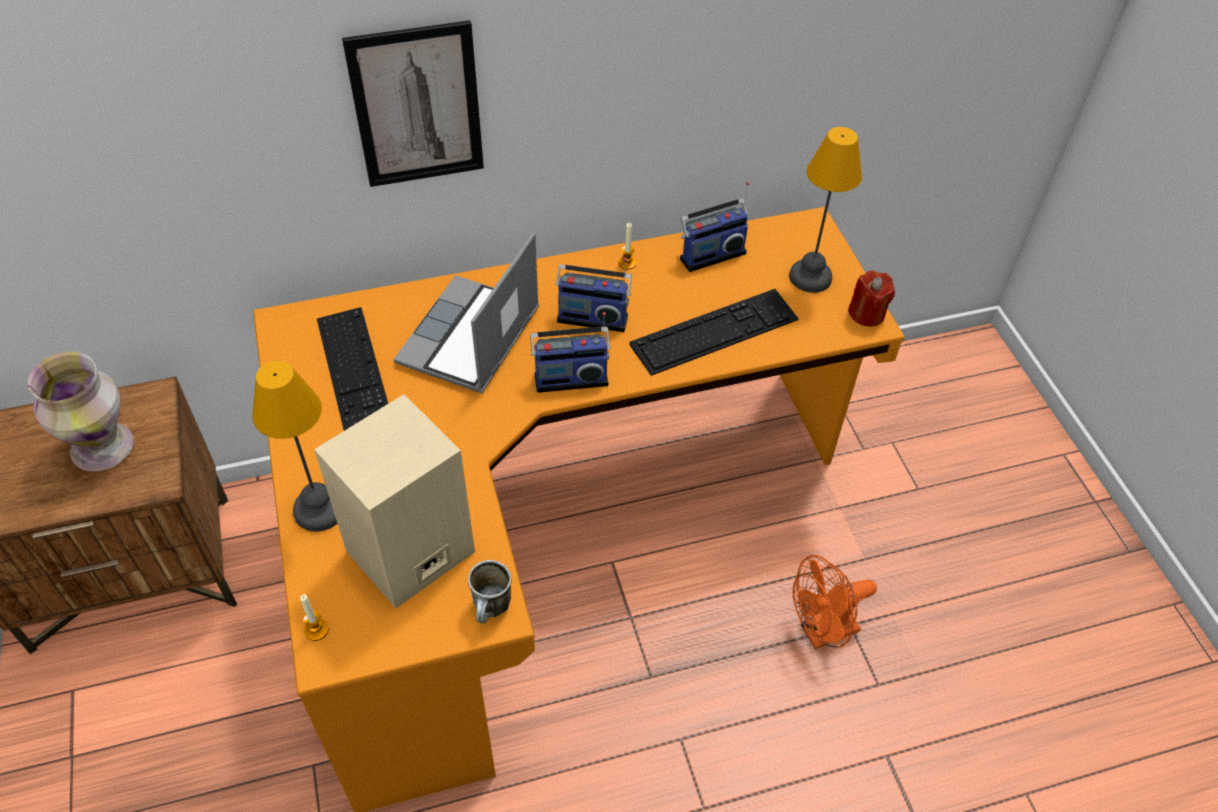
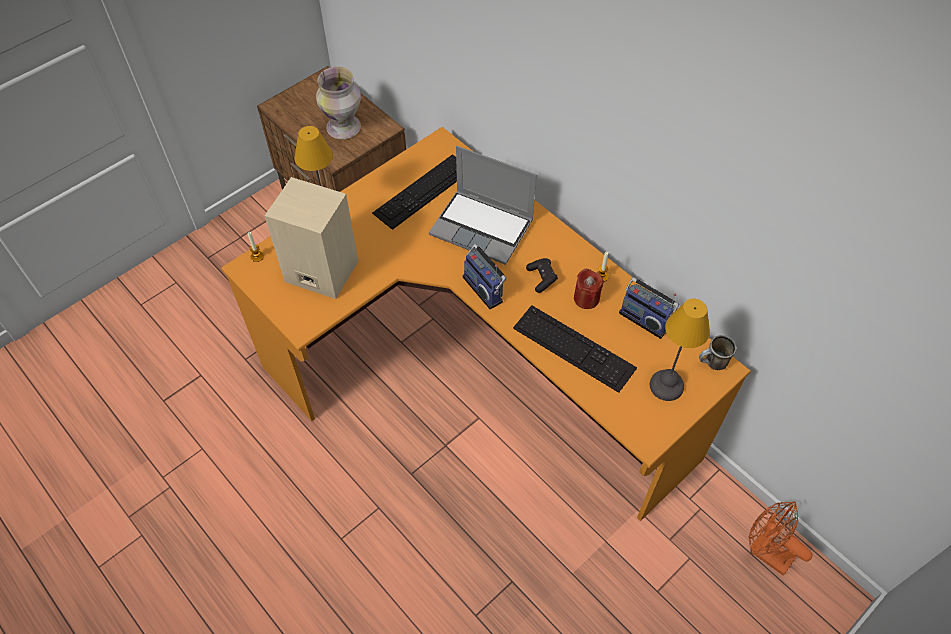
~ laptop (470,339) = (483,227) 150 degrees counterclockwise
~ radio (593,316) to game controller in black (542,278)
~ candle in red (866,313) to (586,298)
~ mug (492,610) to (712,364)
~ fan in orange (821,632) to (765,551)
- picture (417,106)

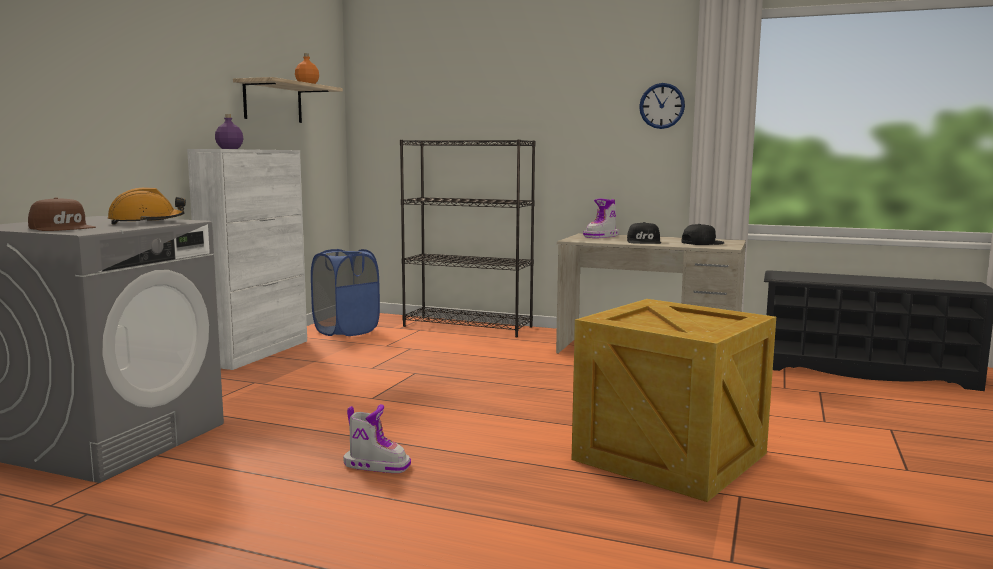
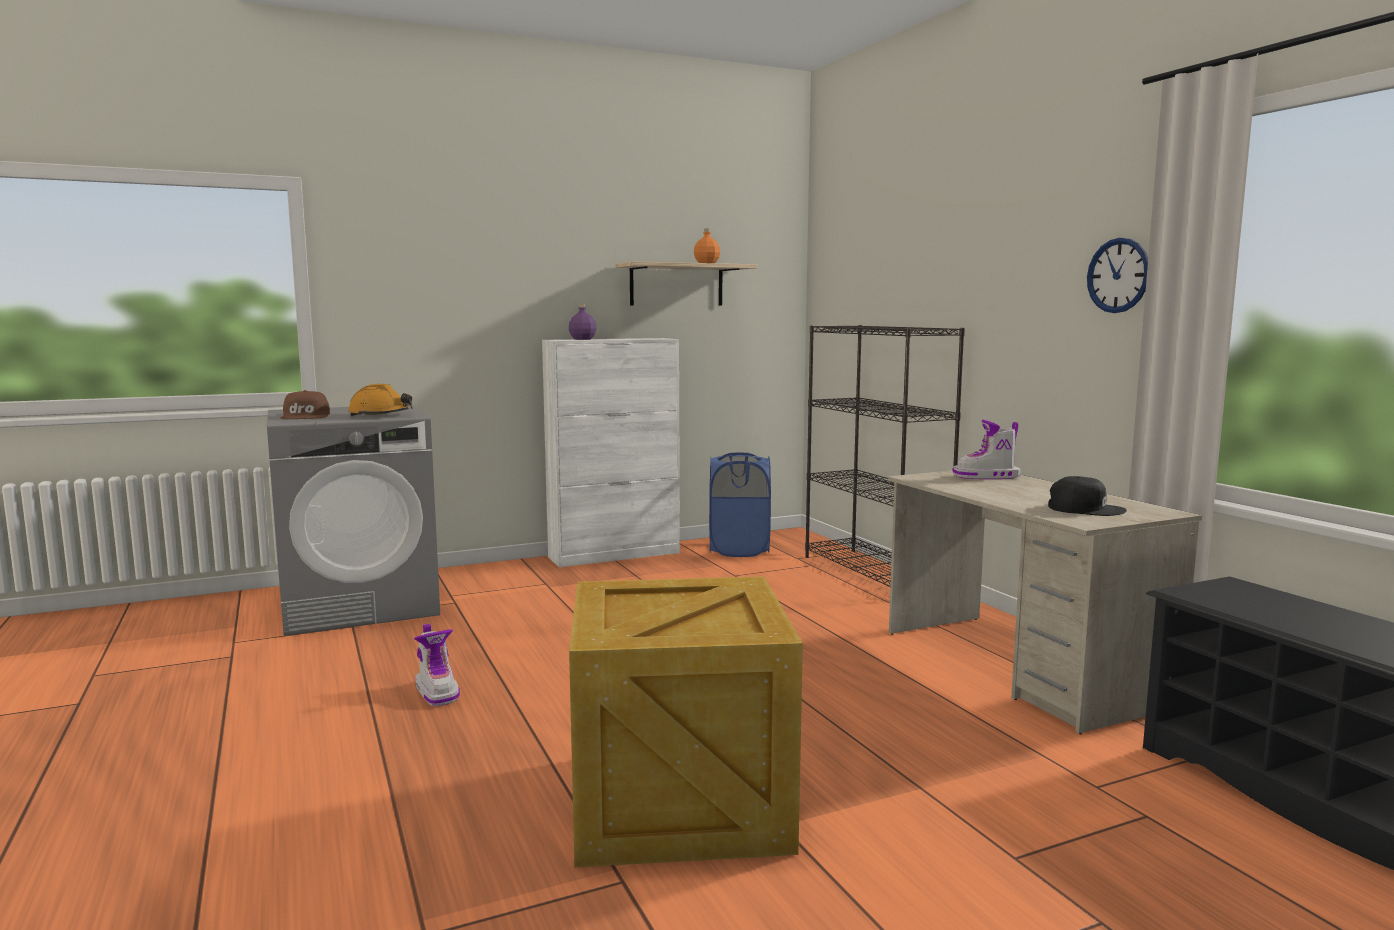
- cap in black (644,242)

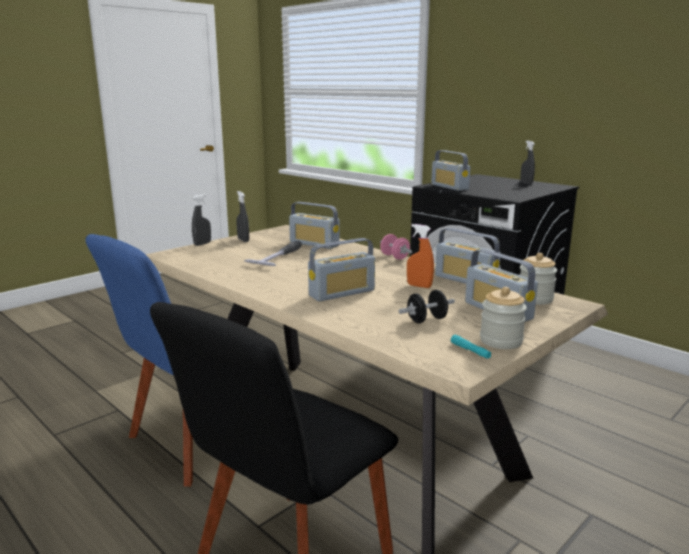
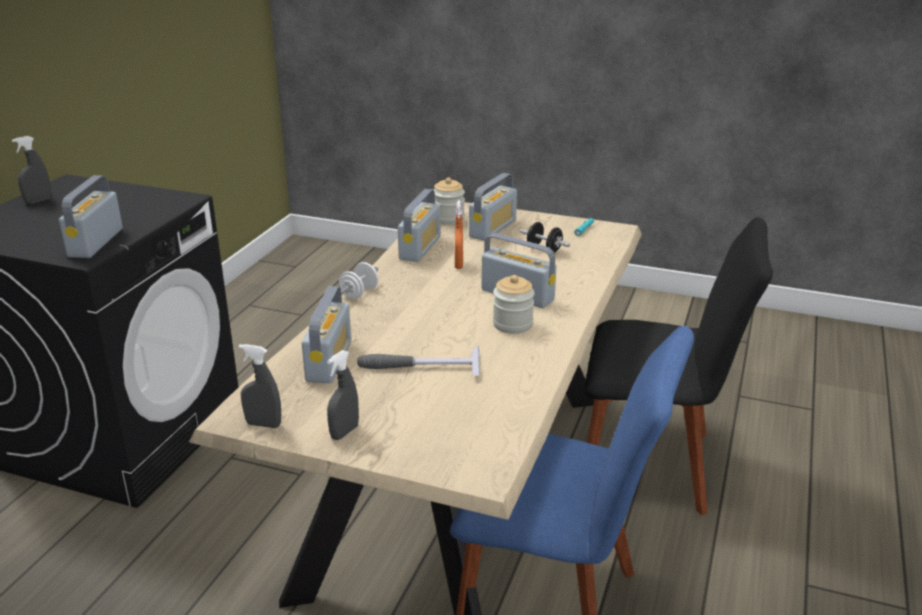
~ radio (449,187) = (96,242) 150 degrees clockwise
~ spray bottle in grey (202,244) to (263,424)
~ dumbbell in pink (394,257) to dumbbell in white (359,293)
~ jar (501,341) to (512,324)

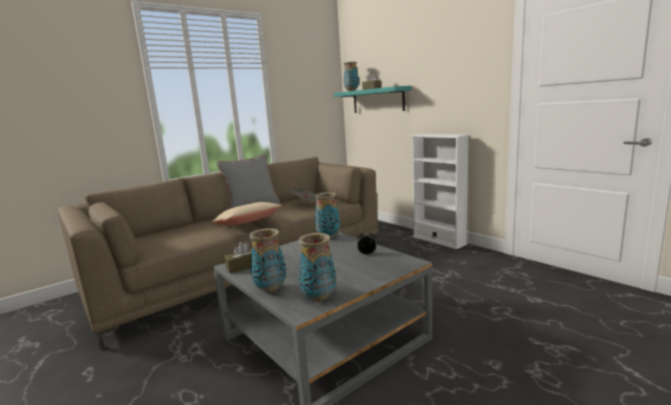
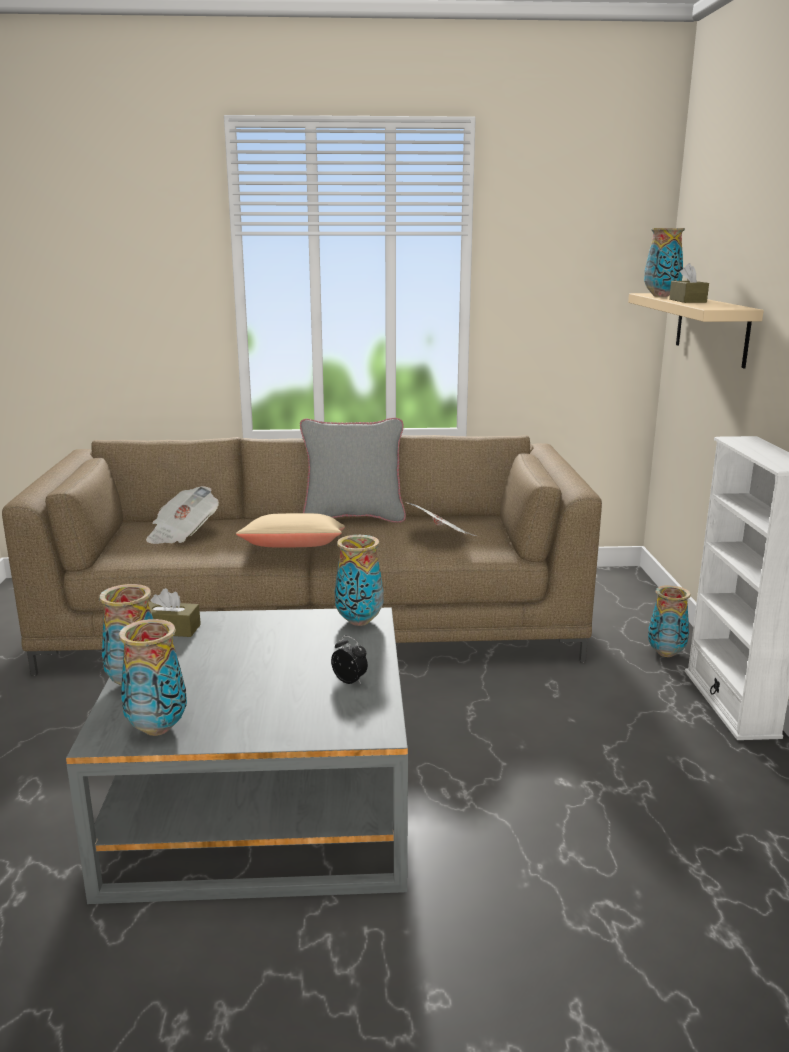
+ newspaper (182,534)
~ shelf in turquoise (378,100) to shelf in beige (711,328)
+ vase (666,653)

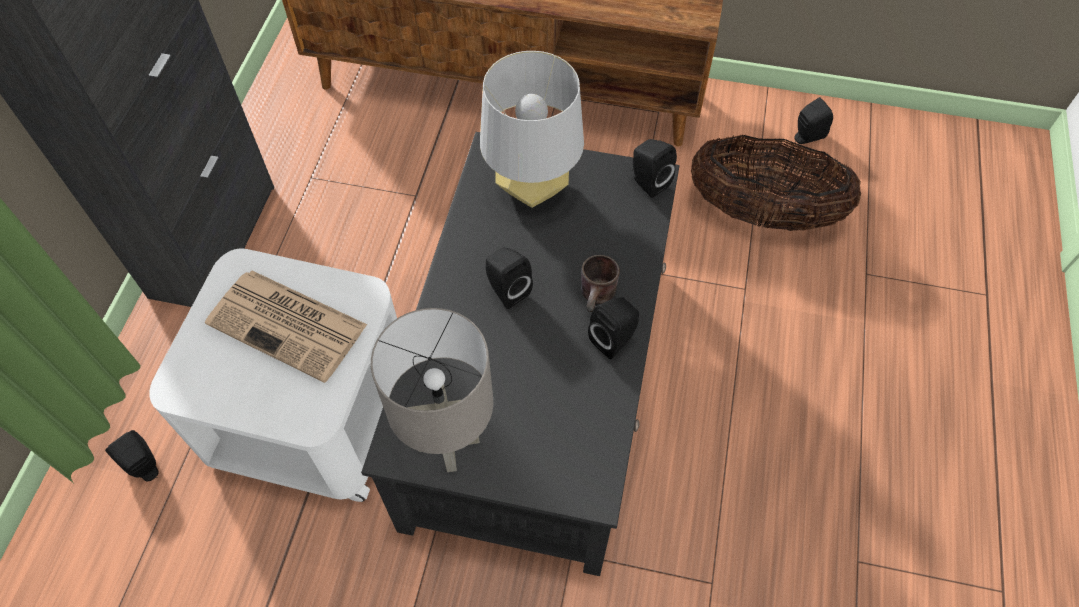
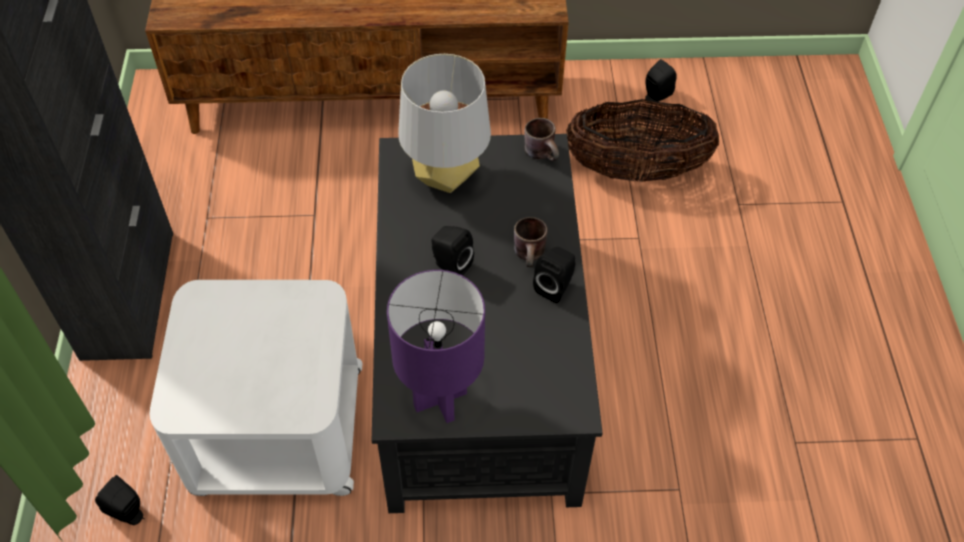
~ table lamp in grey (449,442) to table lamp in purple (440,398)
~ speaker in black (647,182) to mug in brown (544,153)
- newspaper (289,325)

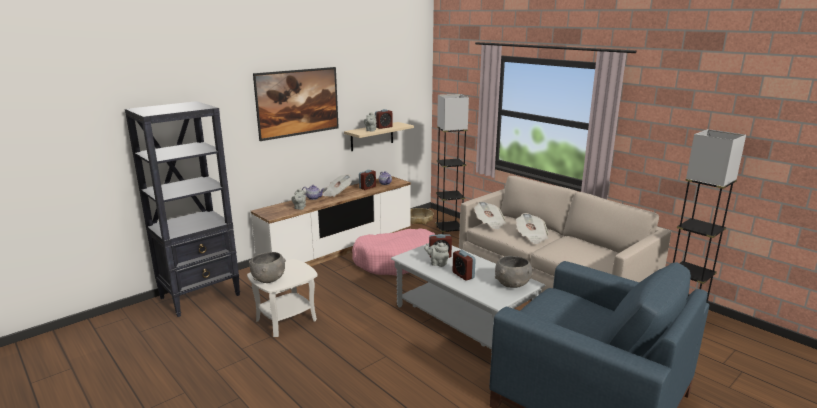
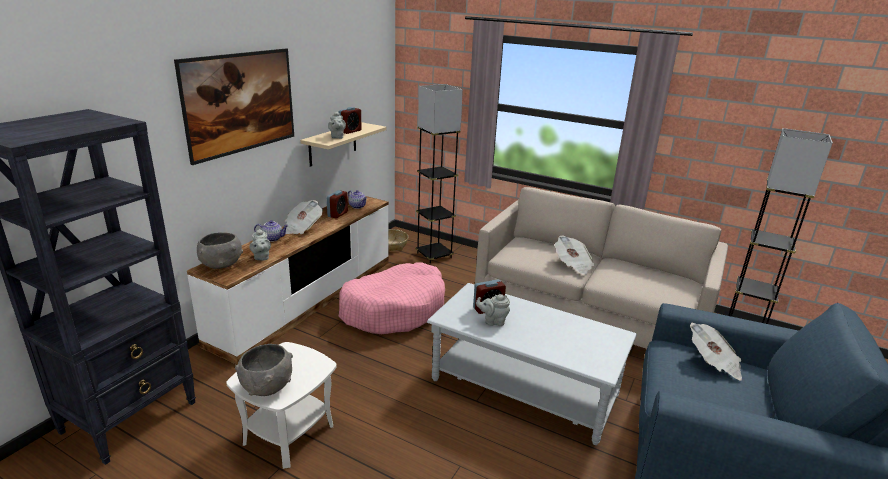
~ bowl in grey (512,284) to (221,264)
~ newspaper (489,223) to (713,363)
- alarm clock (463,275)

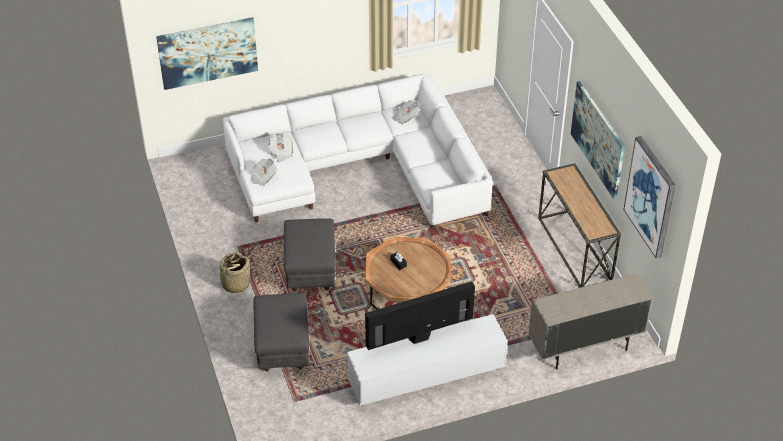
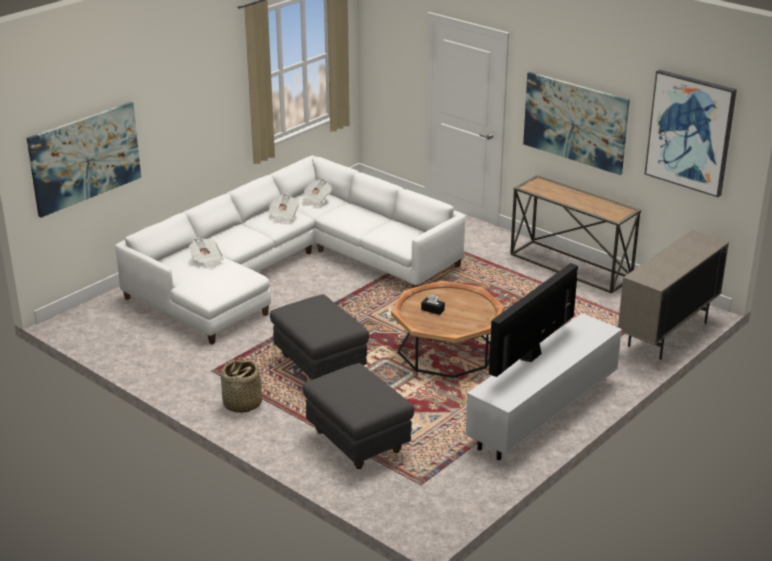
~ newspaper (263,177) to (283,217)

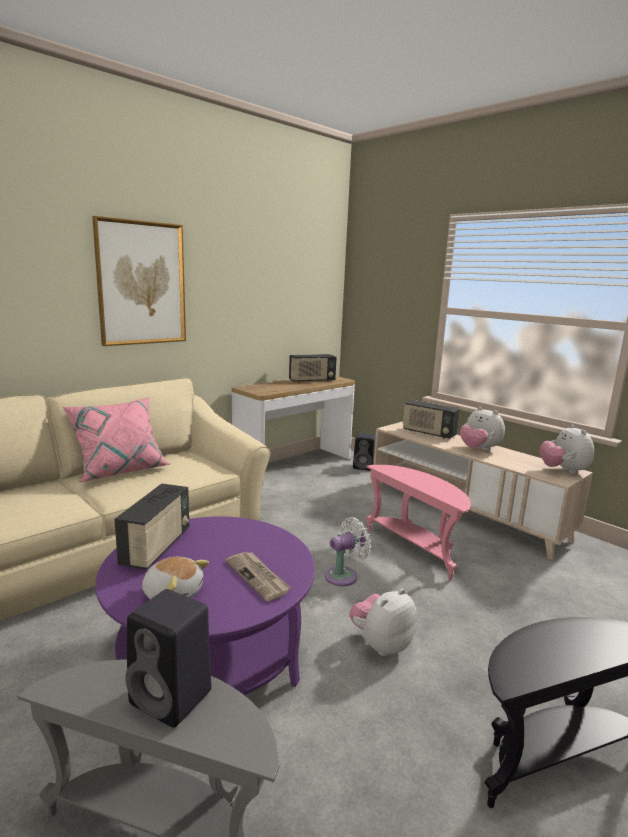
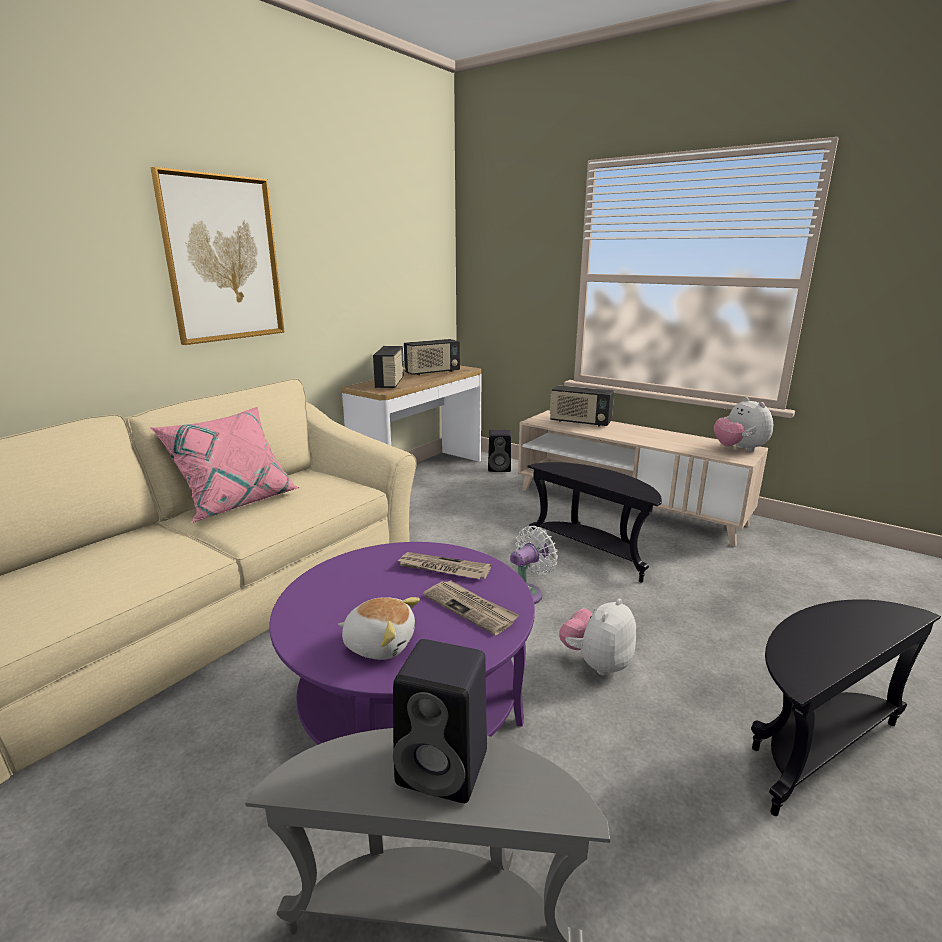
~ radio (157,547) to (390,383)
+ newspaper (443,569)
~ side table in pink (415,549) to side table in black (591,553)
- plush toy (479,449)

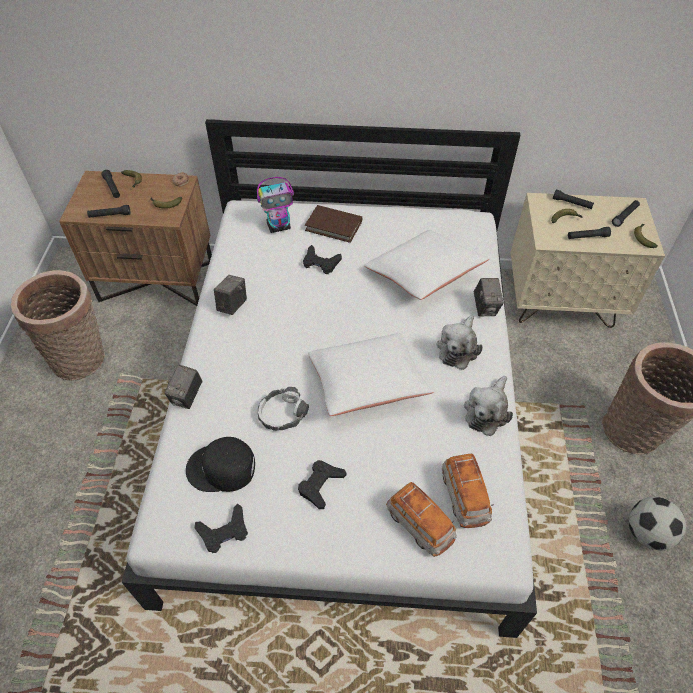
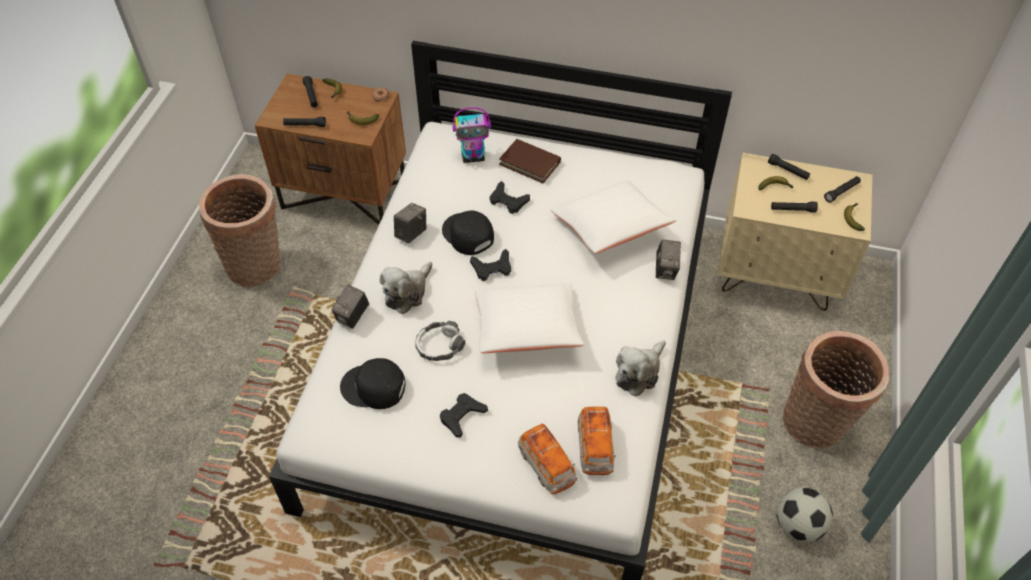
~ plush toy (458,348) to (407,292)
+ cap in black (467,235)
~ game controller in black (224,532) to (492,268)

